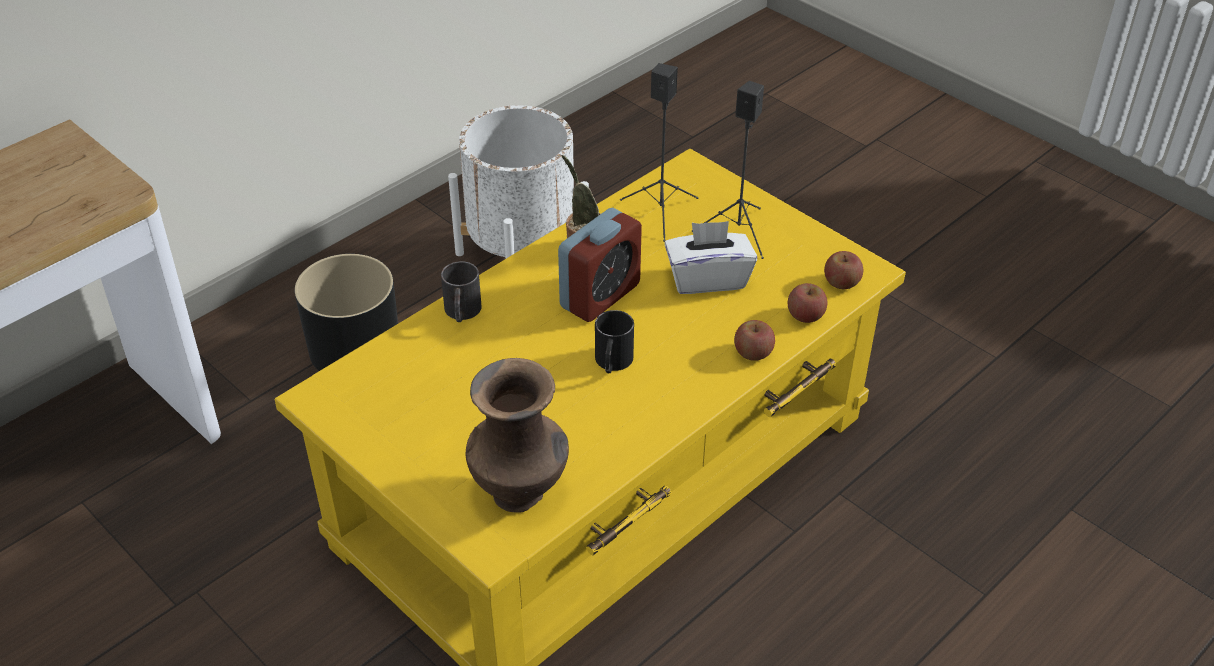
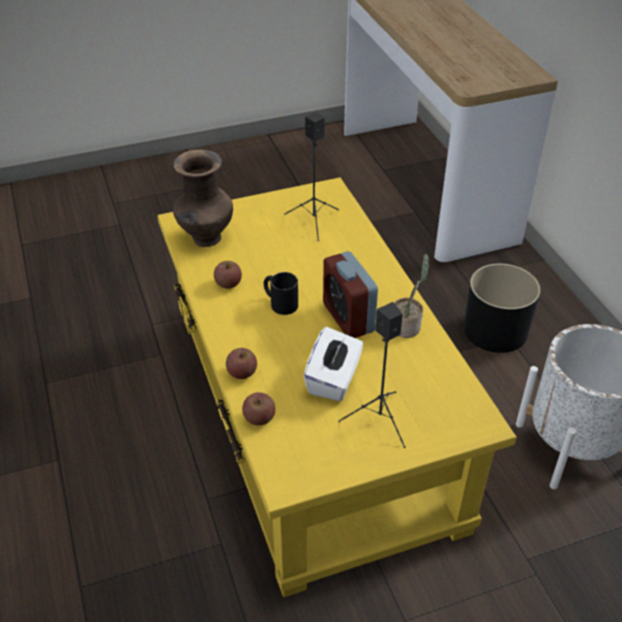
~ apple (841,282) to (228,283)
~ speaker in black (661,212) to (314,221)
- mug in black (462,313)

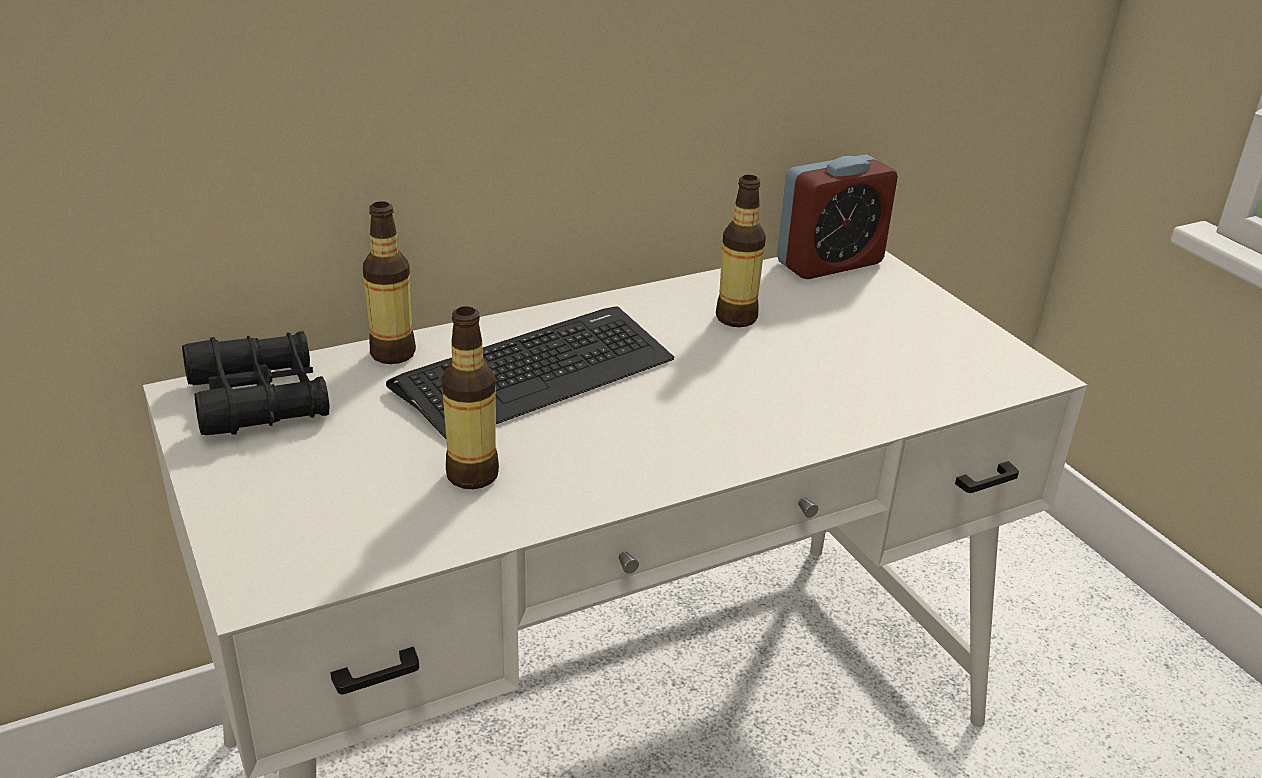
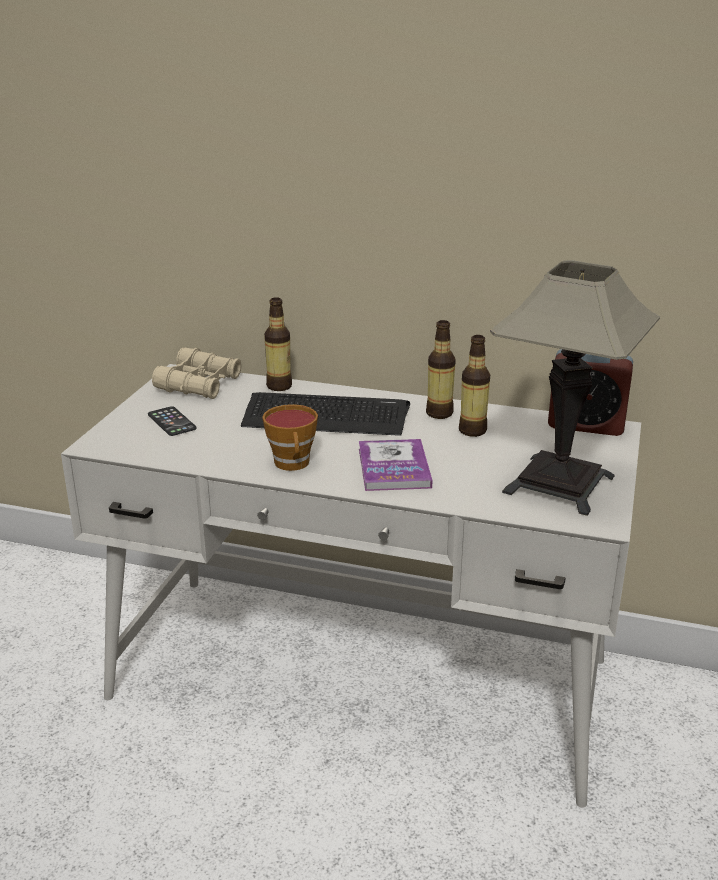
+ phone (171,422)
~ binoculars in black (259,399) to binoculars in beige (199,384)
+ cup (293,464)
+ book (394,467)
~ bottle (472,475) to (439,413)
+ table lamp (559,484)

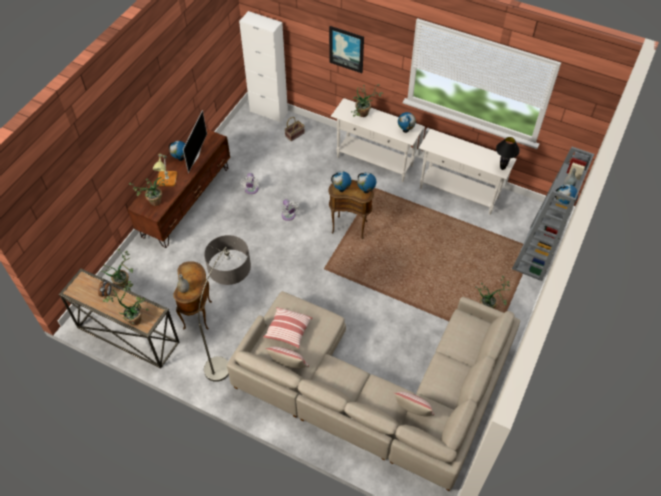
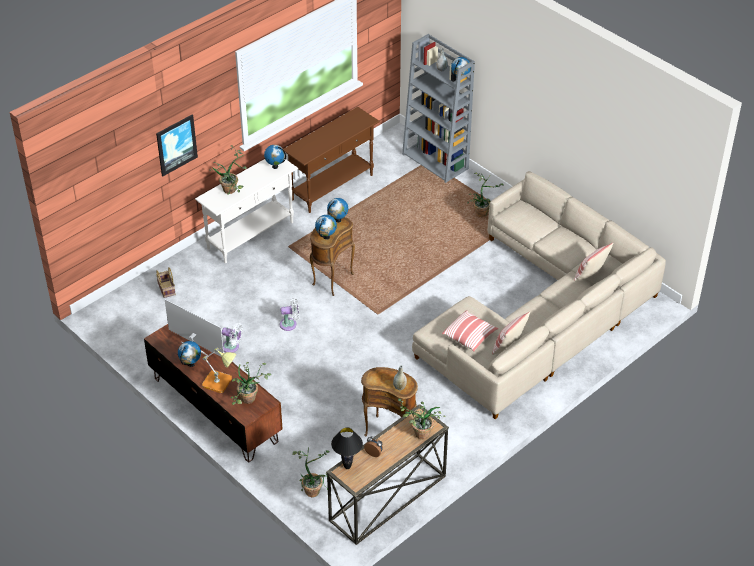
~ console table in white (459,193) to console table in brown (332,187)
~ table lamp in black (502,168) to (347,467)
- floor lamp (233,344)
- cabinet in white (268,112)

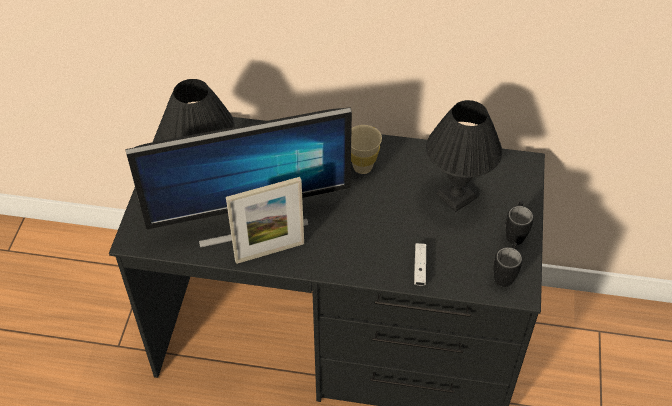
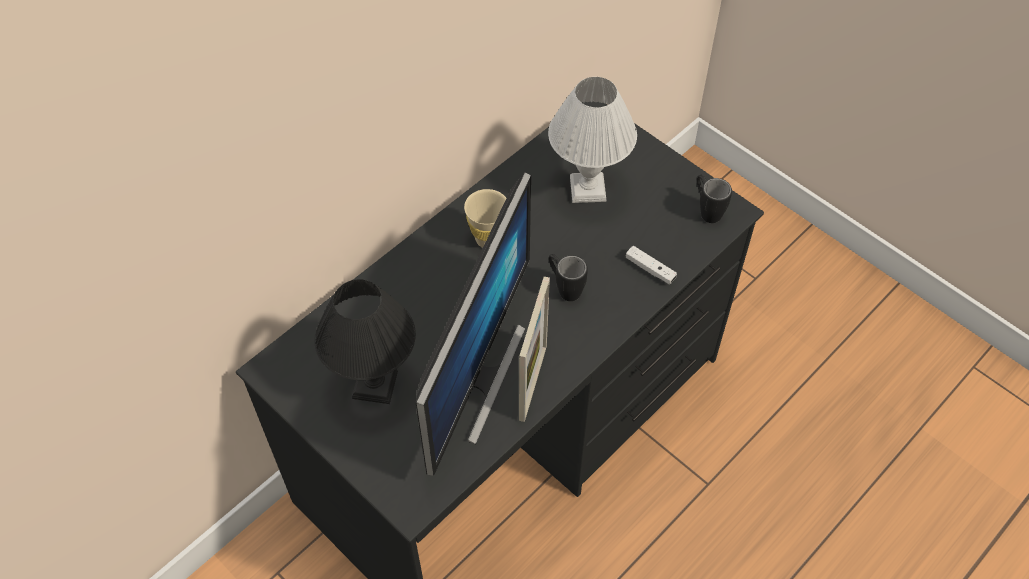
~ table lamp in black (456,197) to table lamp in white (588,190)
~ mug in black (515,233) to (564,288)

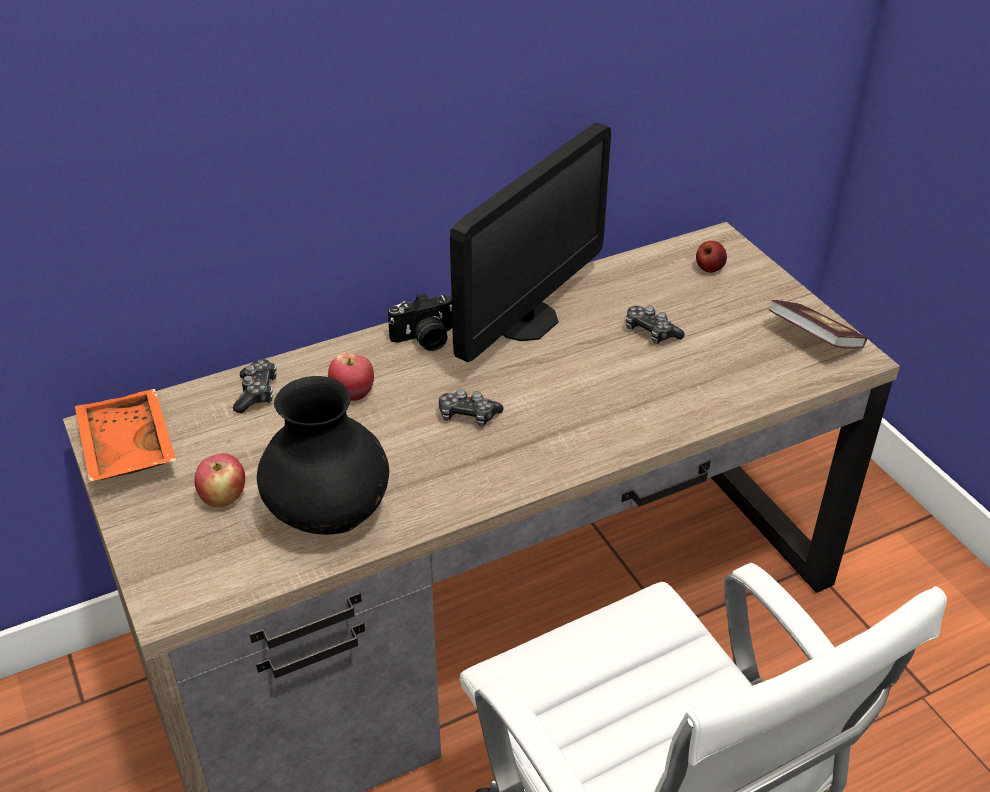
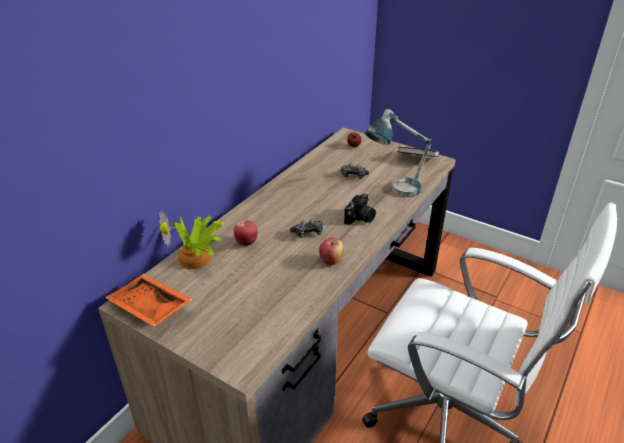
~ game controller (256,393) to potted plant (197,258)
~ apple (223,498) to (331,261)
~ photo camera (424,339) to (360,219)
+ table lamp (394,191)
- vase in black (329,515)
- monitor (526,321)

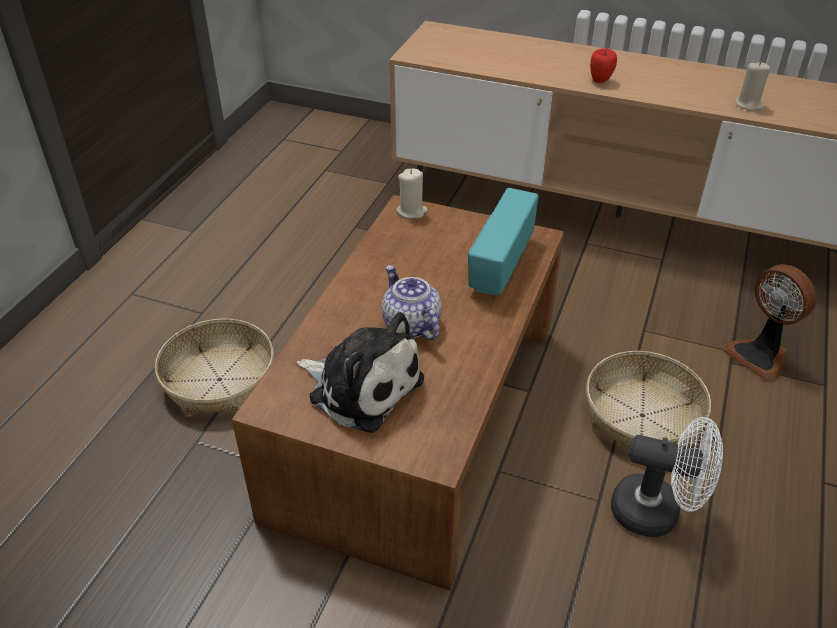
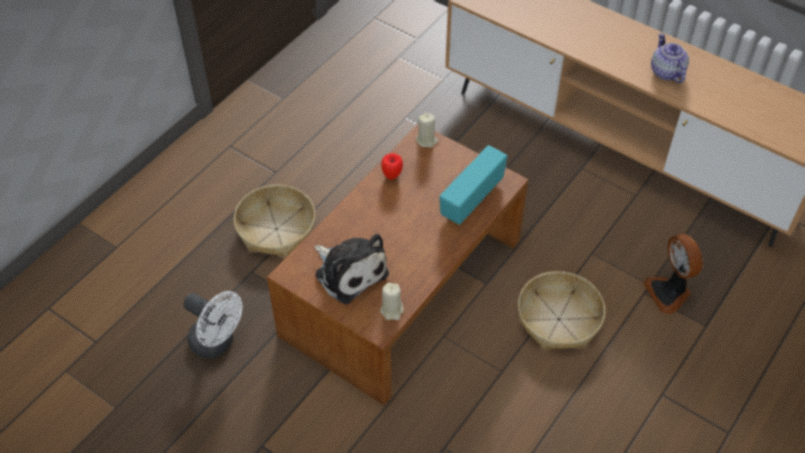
~ fan in white (656,512) to (217,343)
~ candle in beige (748,104) to (392,310)
~ apple (600,81) to (392,176)
~ teapot (410,324) to (666,72)

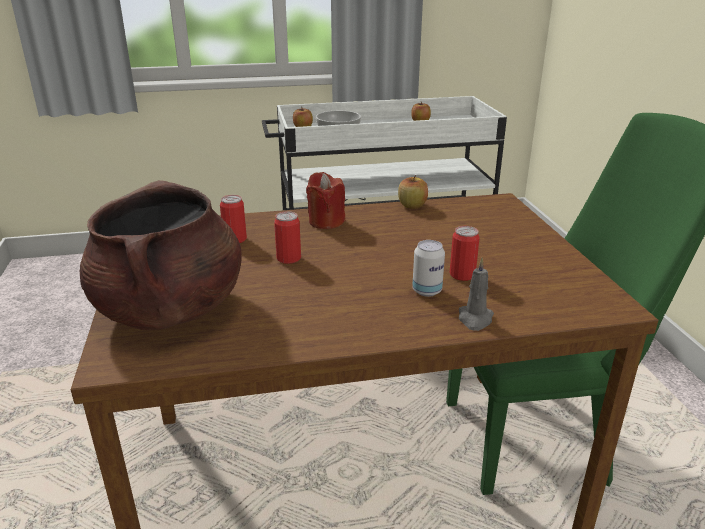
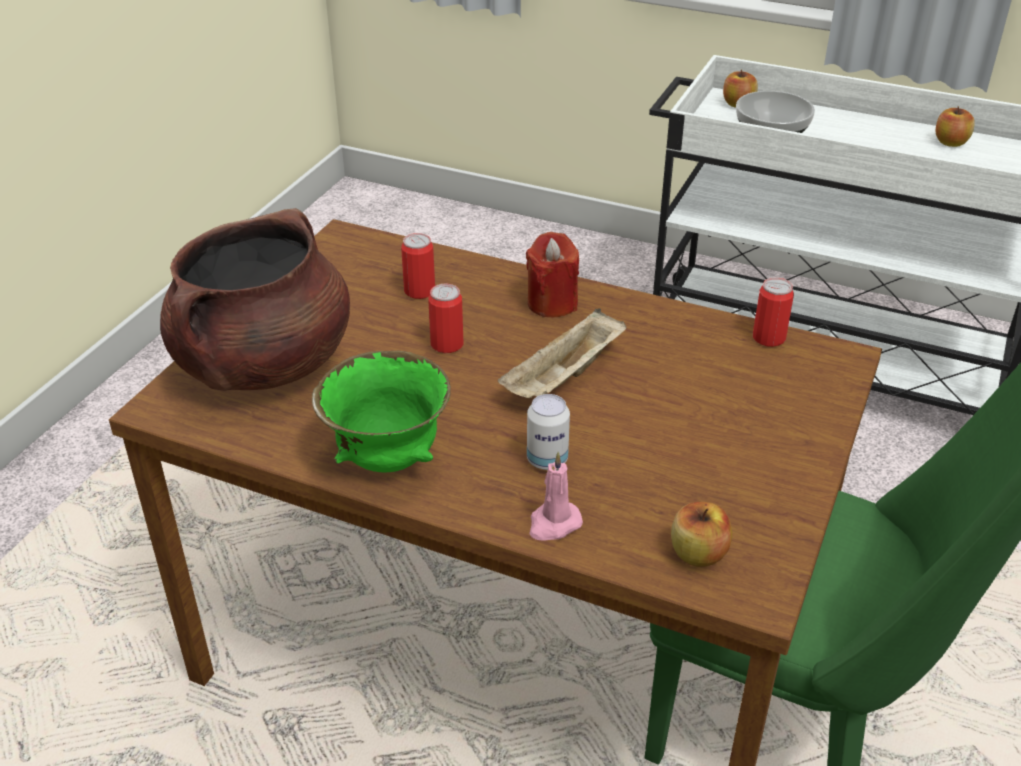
+ bowl in green (388,459)
+ tray in beige (564,378)
~ candle in grey (475,319) to candle in pink (553,524)
~ apple (412,205) to (698,554)
~ can (462,275) to (768,338)

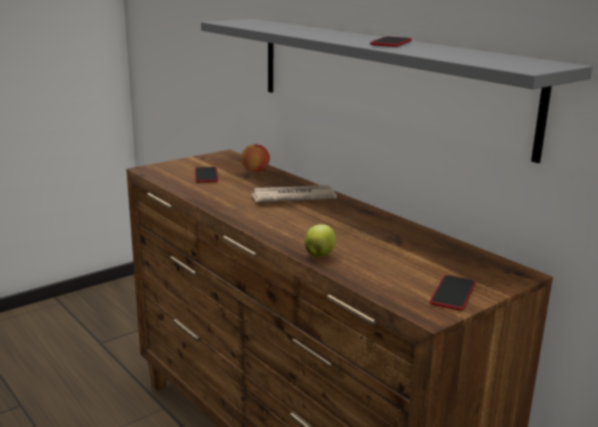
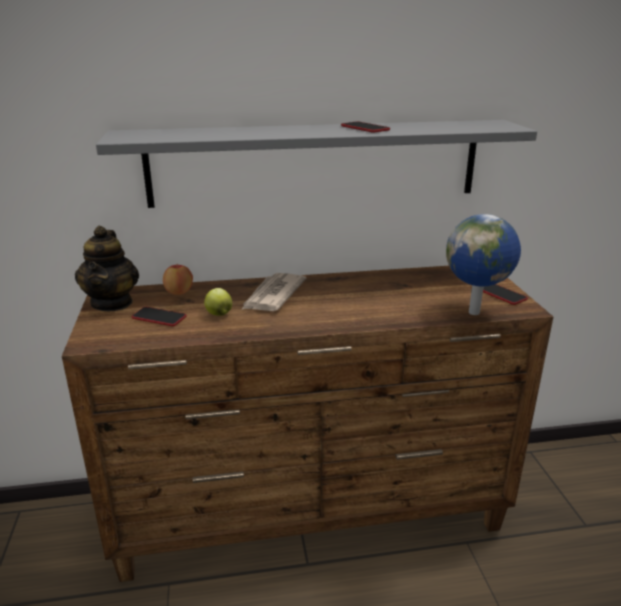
+ teapot (112,303)
~ apple (319,255) to (219,314)
+ globe (475,312)

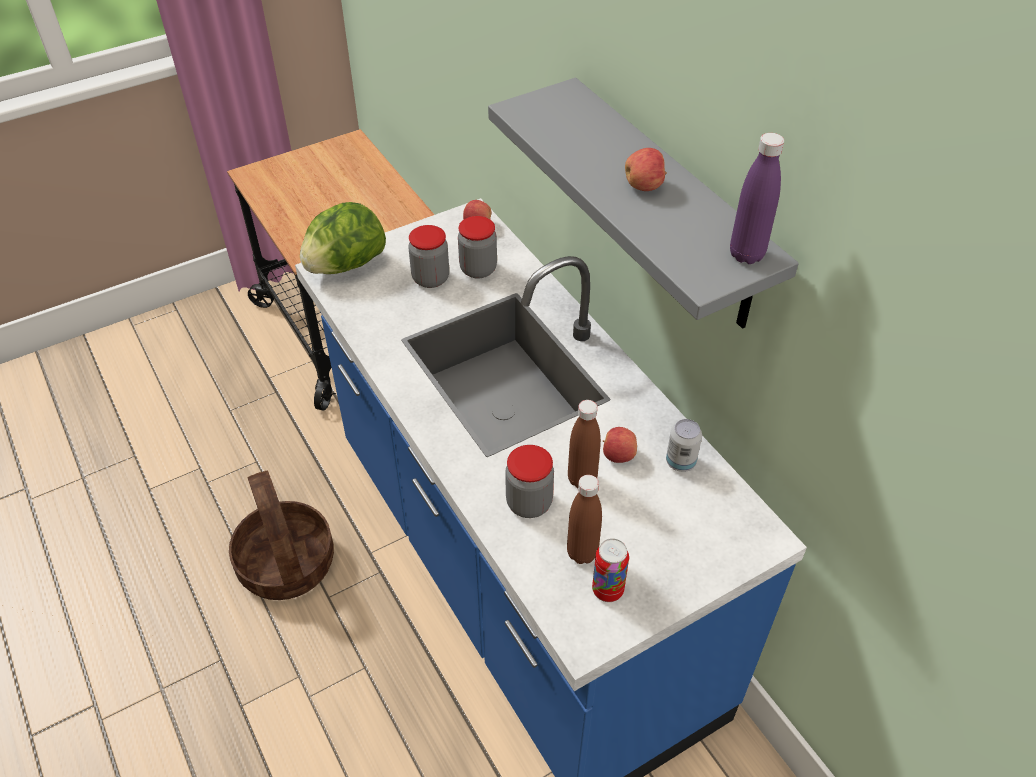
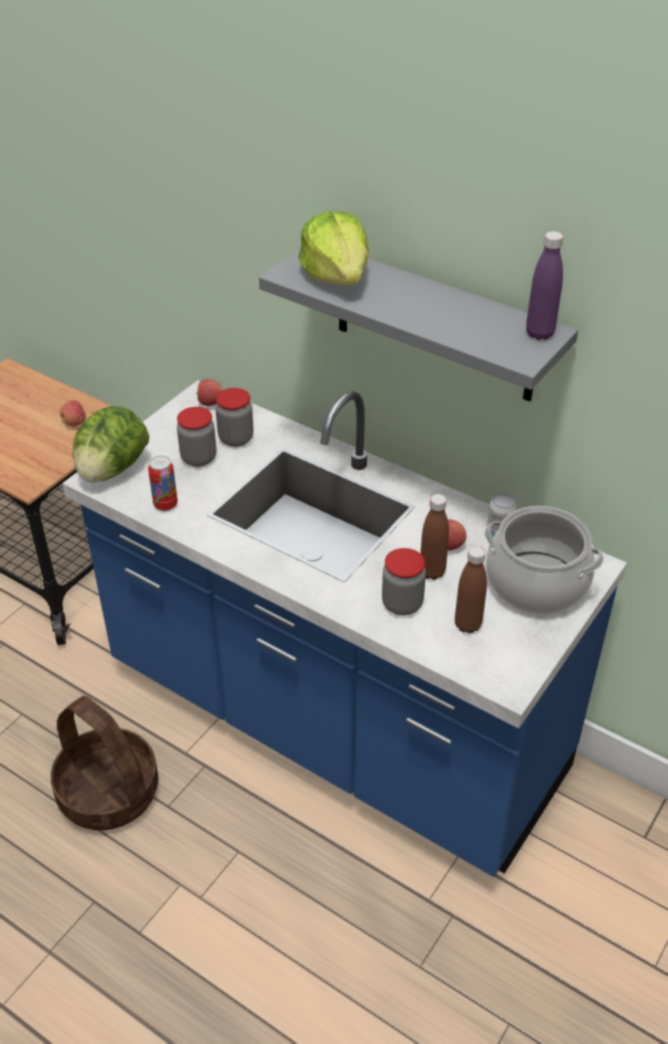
~ apple (644,186) to (75,423)
~ can (607,590) to (165,505)
+ lettuce (337,276)
+ cooking pot (536,583)

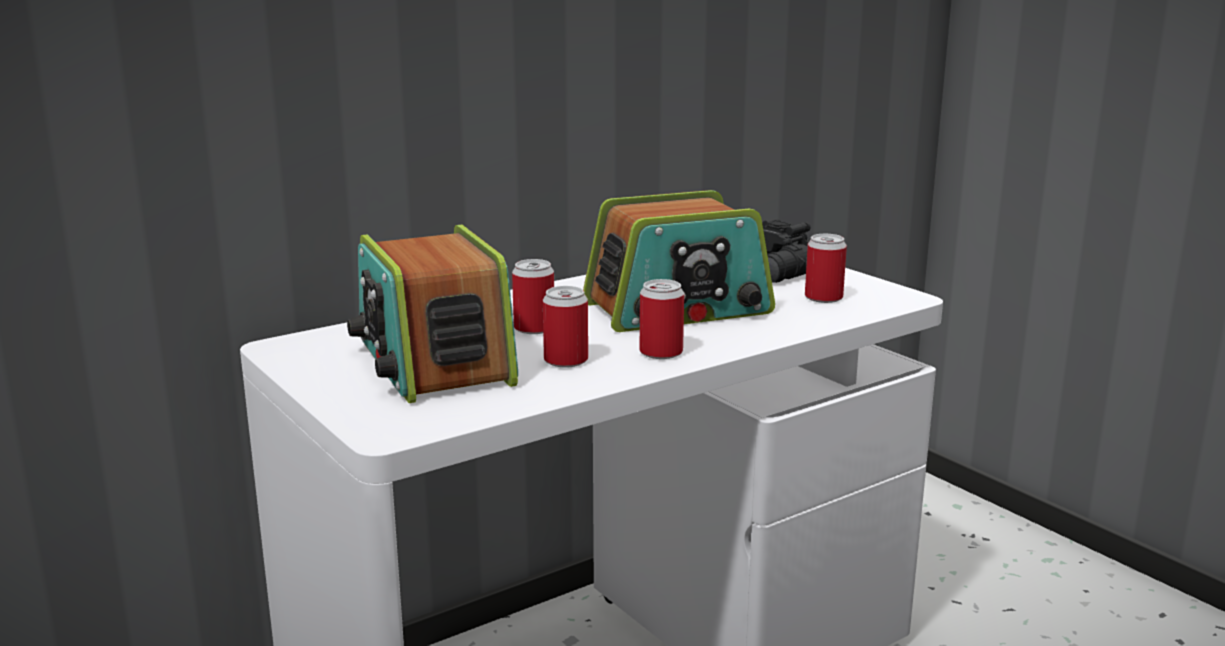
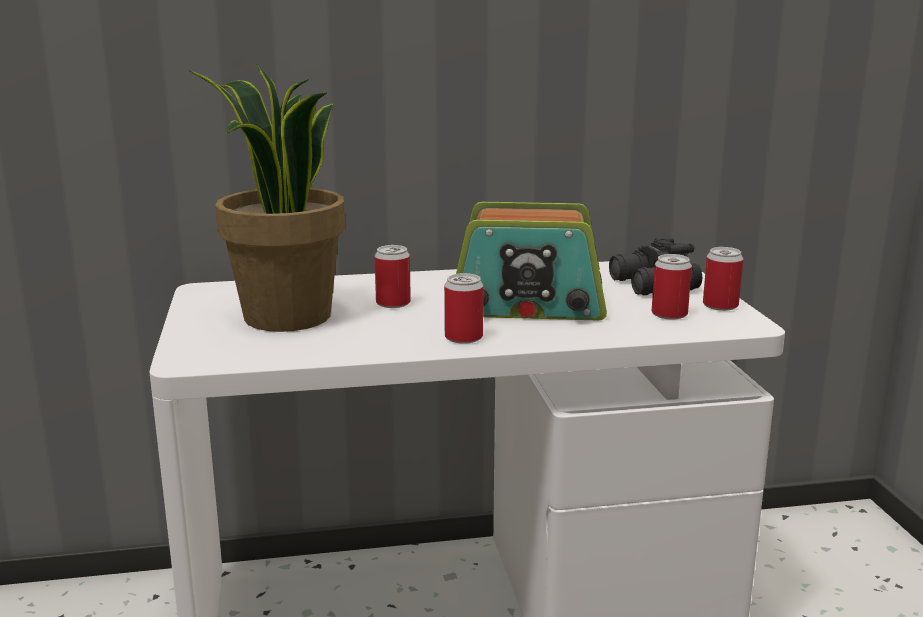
~ radio (433,363) to potted plant (285,317)
~ can (566,360) to (720,306)

